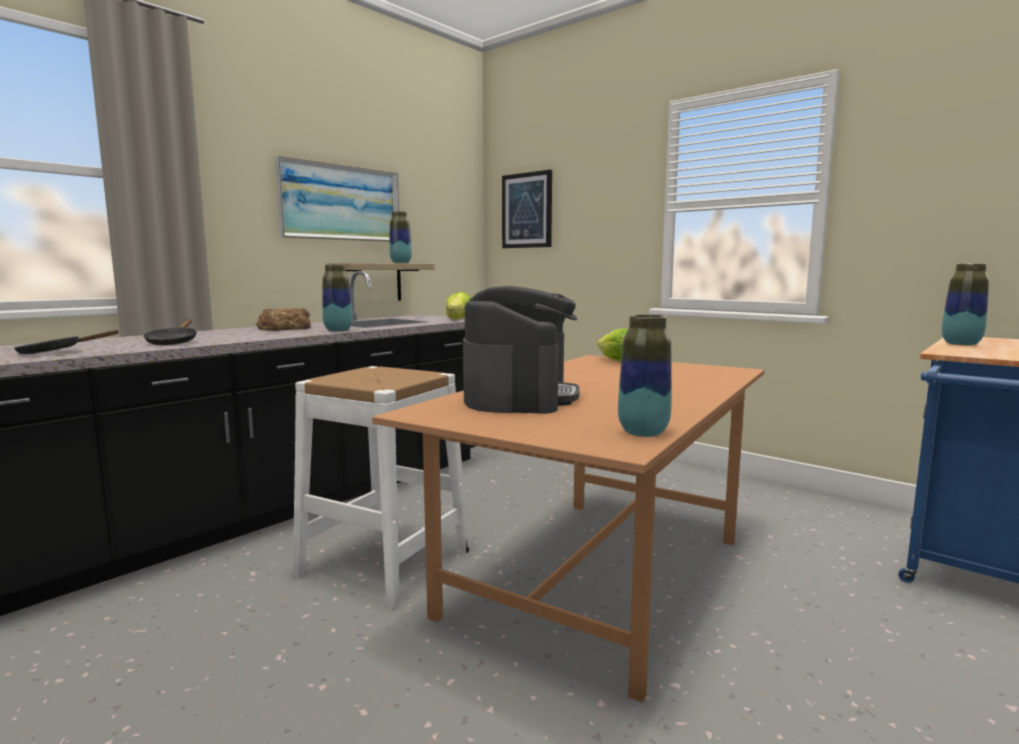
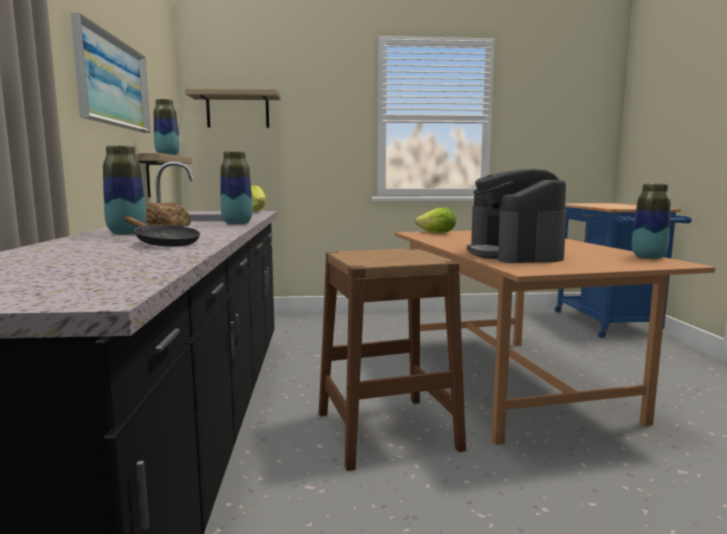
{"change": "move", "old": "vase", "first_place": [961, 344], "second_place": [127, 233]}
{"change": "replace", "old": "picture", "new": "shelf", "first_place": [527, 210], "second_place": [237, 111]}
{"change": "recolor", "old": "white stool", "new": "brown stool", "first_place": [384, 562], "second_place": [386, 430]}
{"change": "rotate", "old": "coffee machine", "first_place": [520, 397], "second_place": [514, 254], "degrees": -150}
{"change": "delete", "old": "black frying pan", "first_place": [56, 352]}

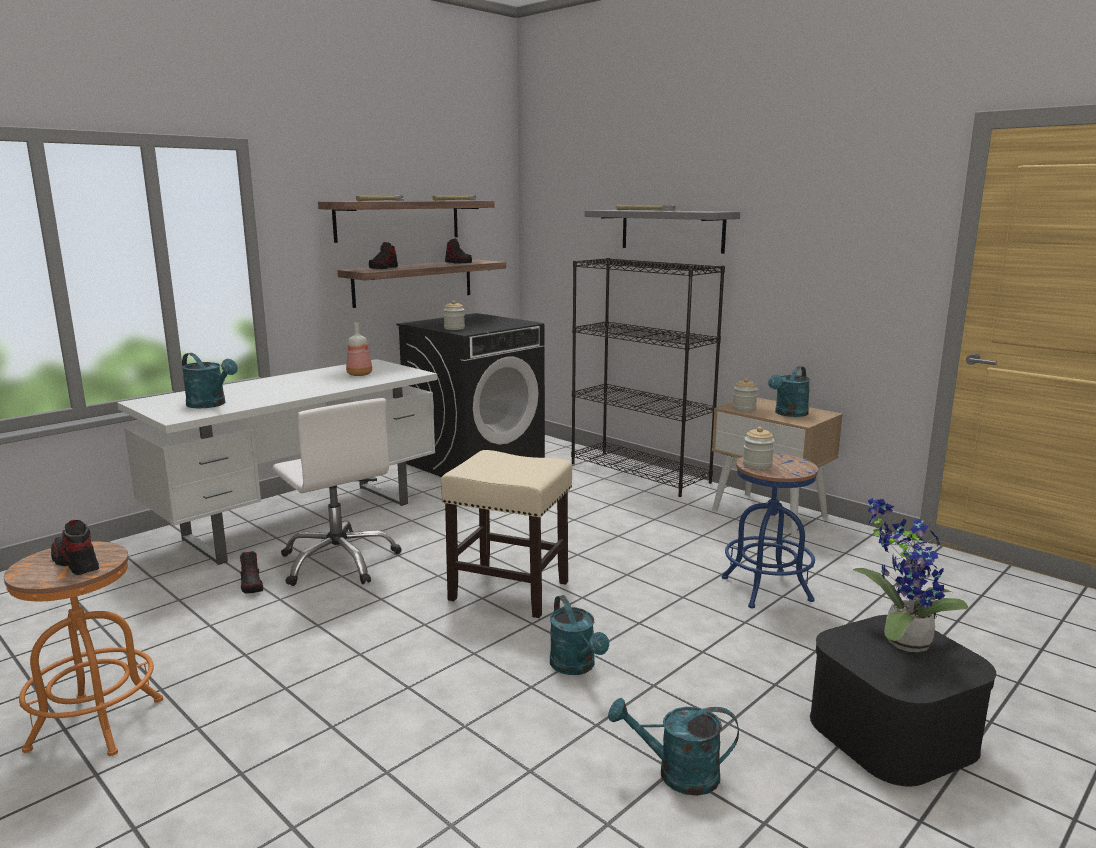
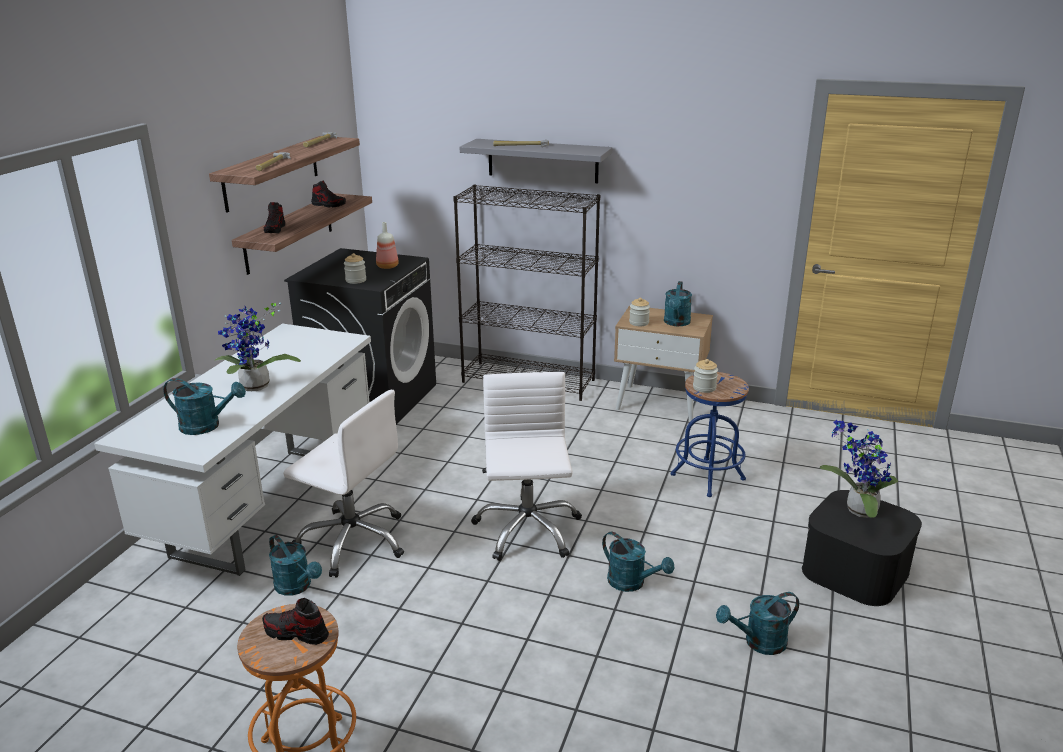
{"change": "insert", "new": "potted plant", "second_place": [255, 388]}
{"change": "replace", "old": "shoe", "new": "turquoise watering can", "first_place": [252, 585], "second_place": [297, 587]}
{"change": "move", "old": "bottle", "first_place": [359, 374], "second_place": [386, 266]}
{"change": "replace", "old": "beige stool", "new": "white office chair", "first_place": [510, 591], "second_place": [527, 530]}

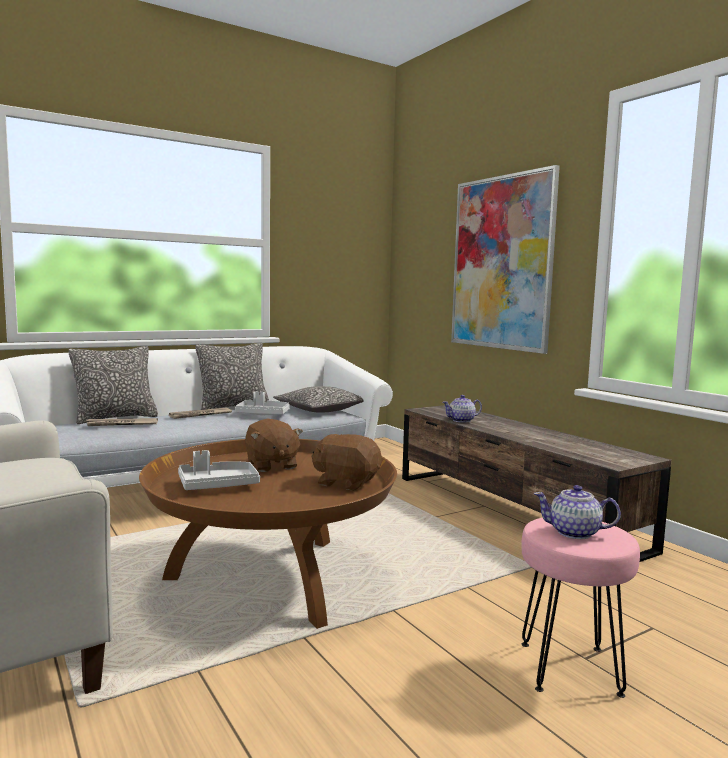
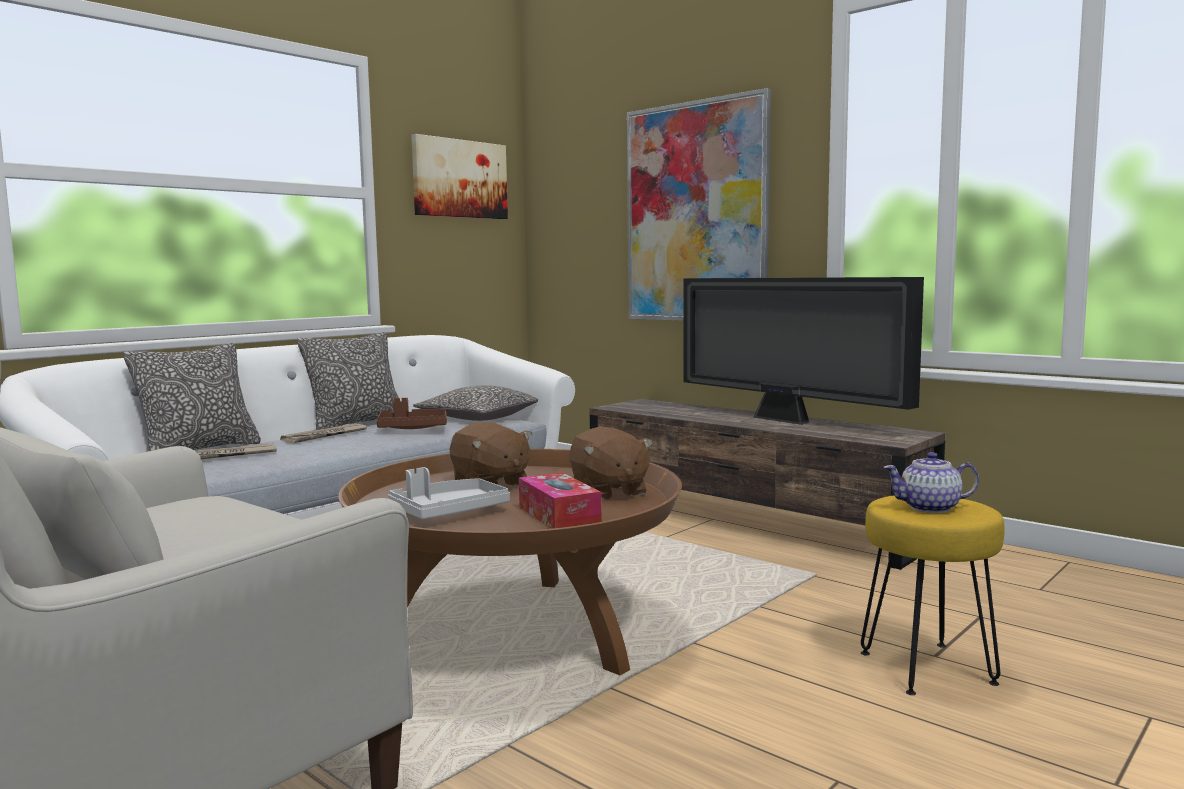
{"change": "recolor", "old": "grey tray", "new": "brown tray", "first_place": [263, 414], "second_place": [412, 428]}
{"change": "insert", "new": "picture", "second_place": [459, 179]}
{"change": "insert", "new": "tissue box", "second_place": [559, 515]}
{"change": "rotate", "old": "brown plush toy", "first_place": [346, 482], "second_place": [608, 492], "degrees": -120}
{"change": "insert", "new": "television", "second_place": [785, 420]}
{"change": "recolor", "old": "pink stool", "new": "yellow stool", "first_place": [571, 669], "second_place": [928, 668]}
{"change": "delete", "old": "teapot", "first_place": [462, 420]}

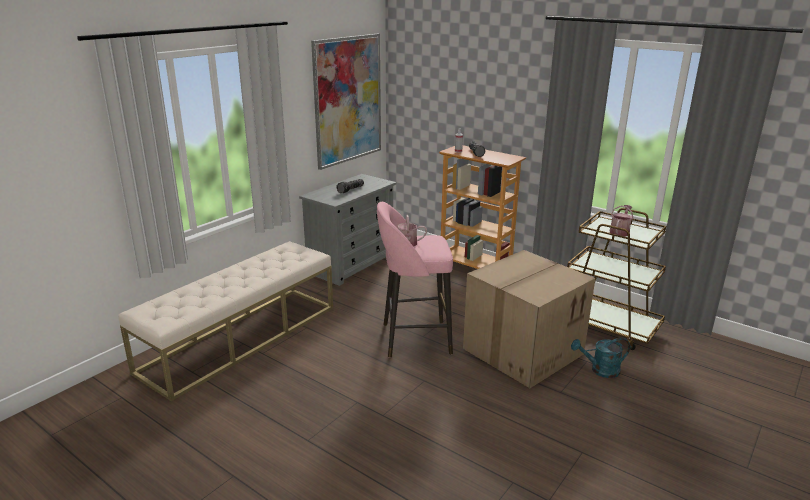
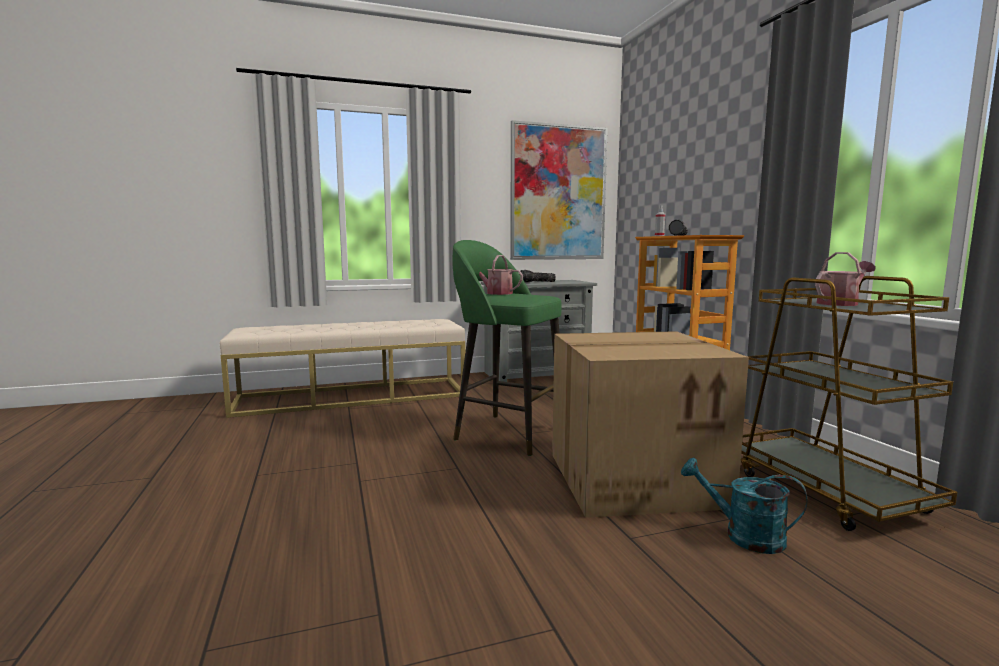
{"change": "recolor", "old": "pink stool", "new": "green stool", "first_place": [413, 338], "second_place": [507, 433]}

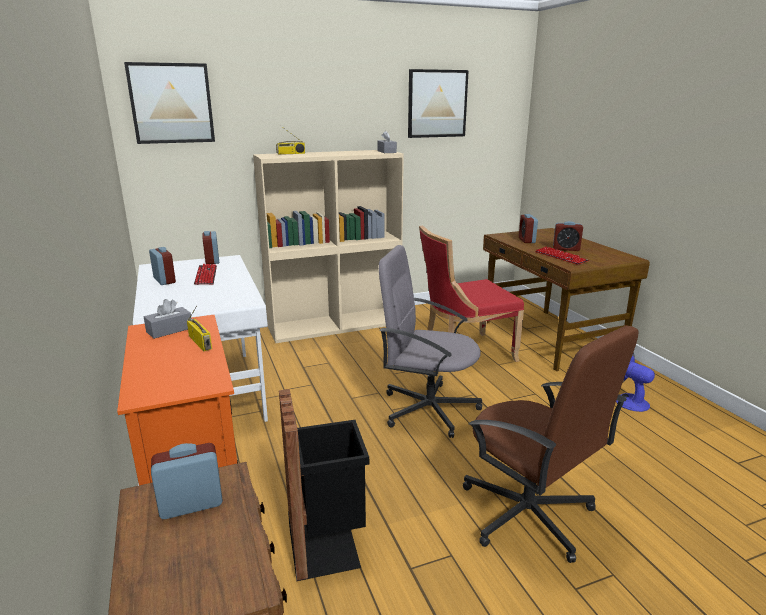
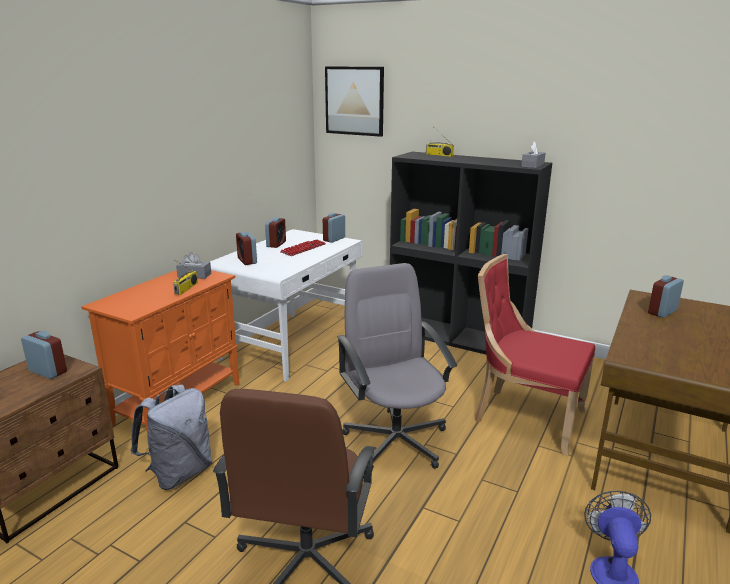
{"change": "replace", "old": "black trash can", "new": "grey backpack", "first_place": [327, 545], "second_place": [179, 473]}
{"change": "move", "old": "alarm clock", "first_place": [566, 249], "second_place": [247, 261]}
{"change": "recolor", "old": "beige bookcase", "new": "black bookcase", "first_place": [335, 325], "second_place": [459, 337]}
{"change": "delete", "old": "picture", "first_place": [437, 104]}
{"change": "delete", "old": "keyboard", "first_place": [560, 257]}

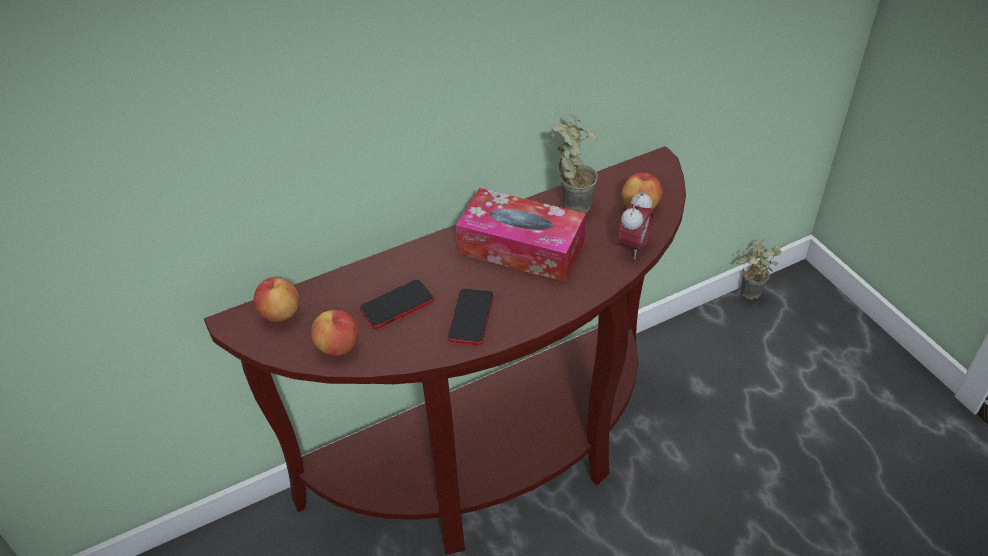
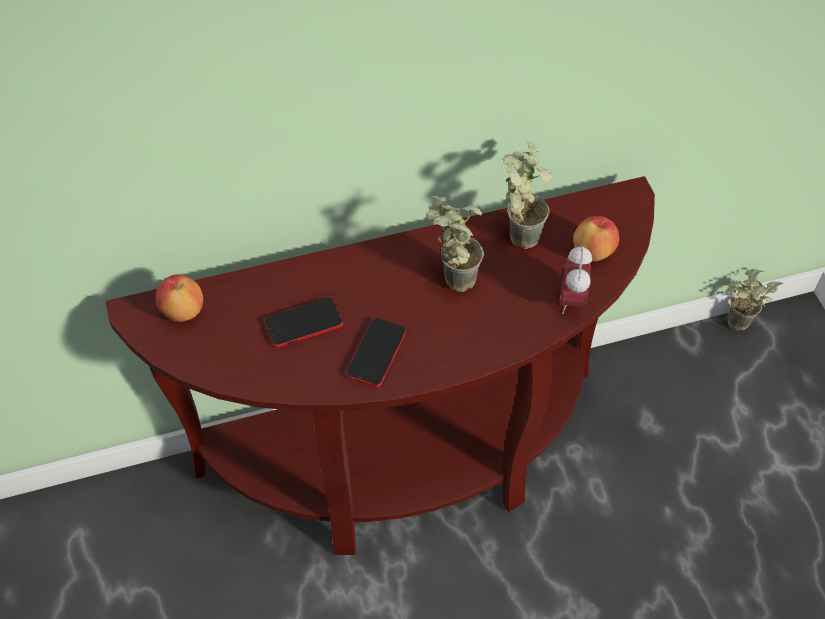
{"change": "replace", "old": "tissue box", "new": "potted plant", "first_place": [521, 248], "second_place": [450, 278]}
{"change": "rotate", "old": "alarm clock", "first_place": [633, 246], "second_place": [571, 300], "degrees": 150}
{"change": "delete", "old": "apple", "first_place": [338, 347]}

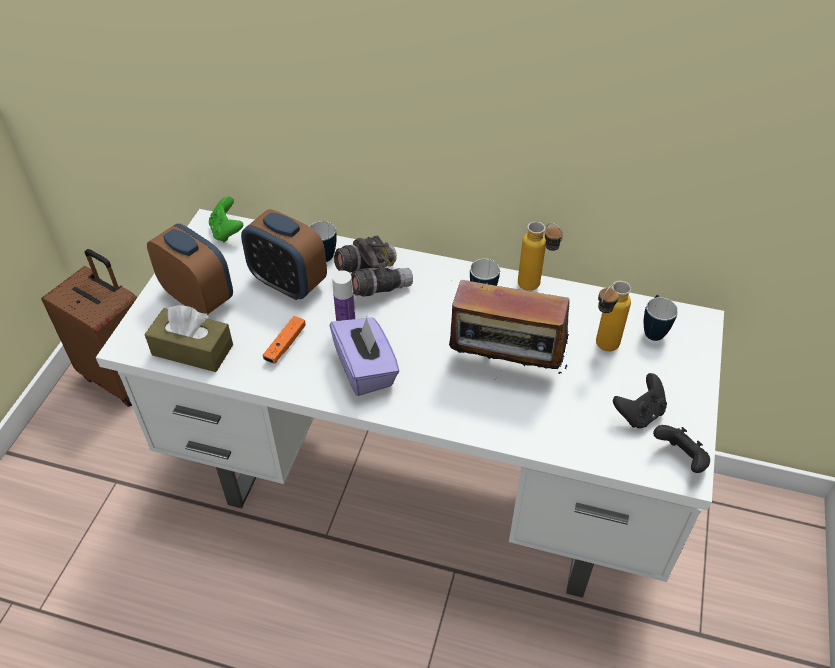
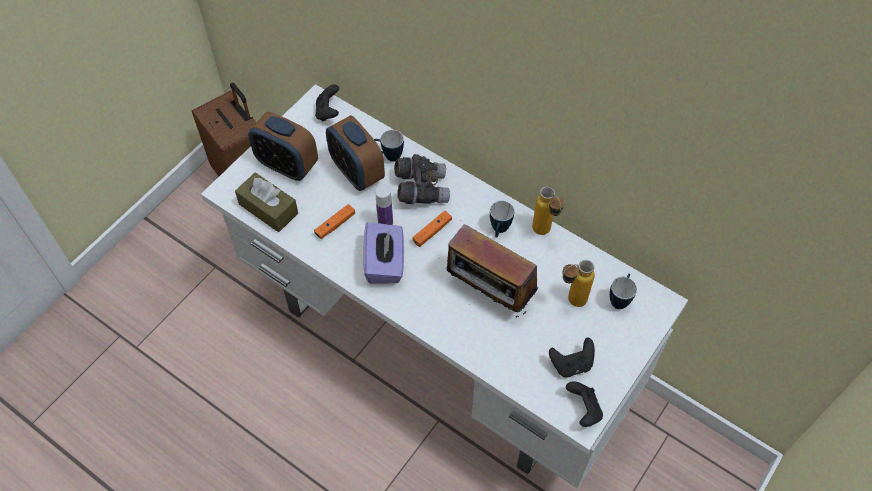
{"change": "rotate", "old": "alarm clock", "first_place": [198, 298], "second_place": [287, 166], "degrees": 150}
{"change": "recolor", "old": "green game controller", "new": "black game controller", "first_place": [227, 232], "second_place": [328, 112]}
{"change": "insert", "new": "orange game controller", "second_place": [432, 232]}

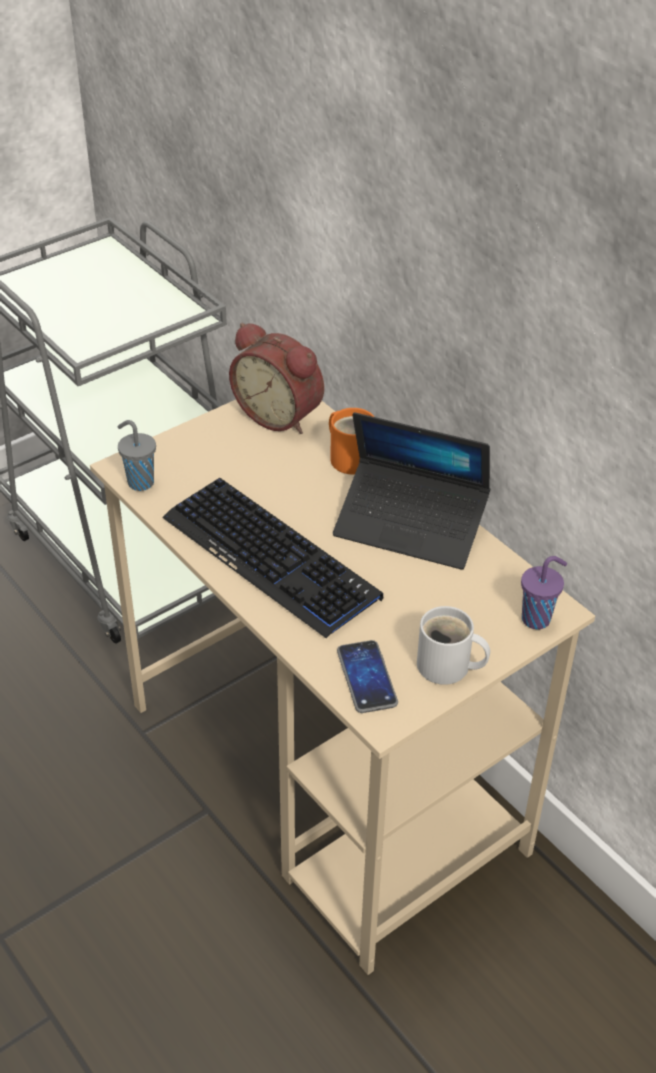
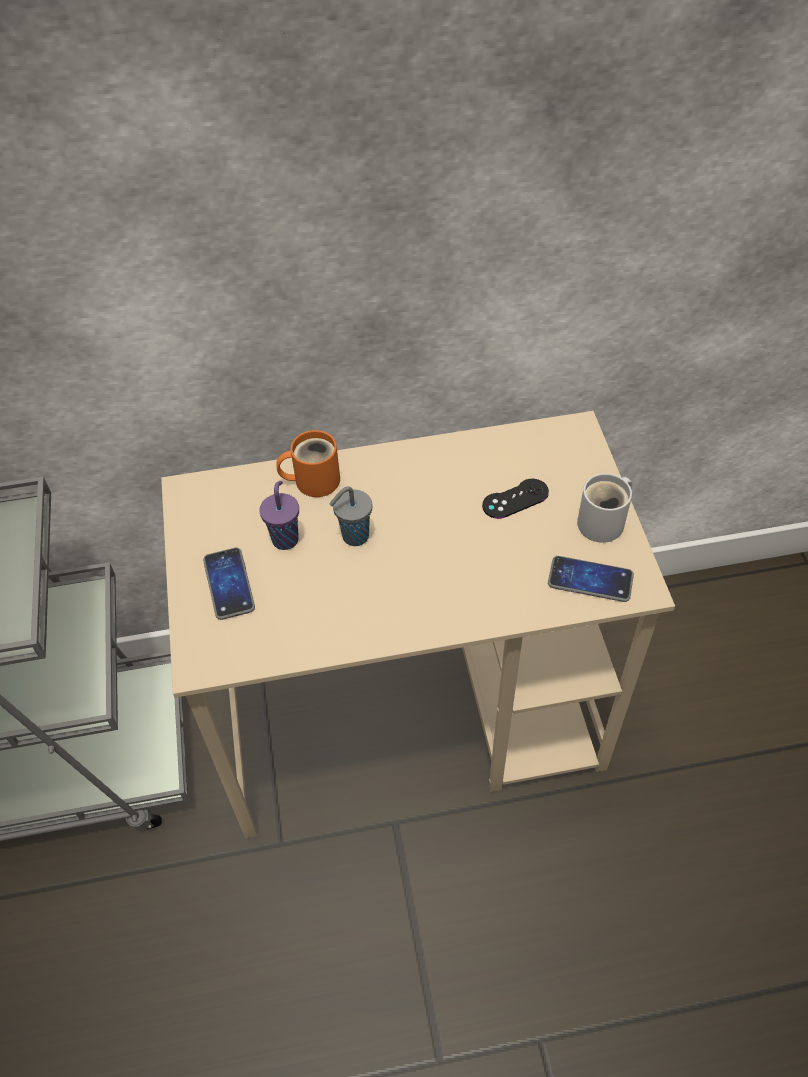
{"change": "insert", "new": "phone", "second_place": [229, 584]}
{"change": "move", "old": "purple cup", "first_place": [537, 619], "second_place": [285, 538]}
{"change": "move", "old": "grey cup", "first_place": [139, 482], "second_place": [353, 537]}
{"change": "insert", "new": "black game controller", "second_place": [515, 499]}
{"change": "delete", "old": "keyboard", "first_place": [271, 558]}
{"change": "delete", "old": "alarm clock", "first_place": [280, 415]}
{"change": "delete", "old": "laptop", "first_place": [411, 525]}

